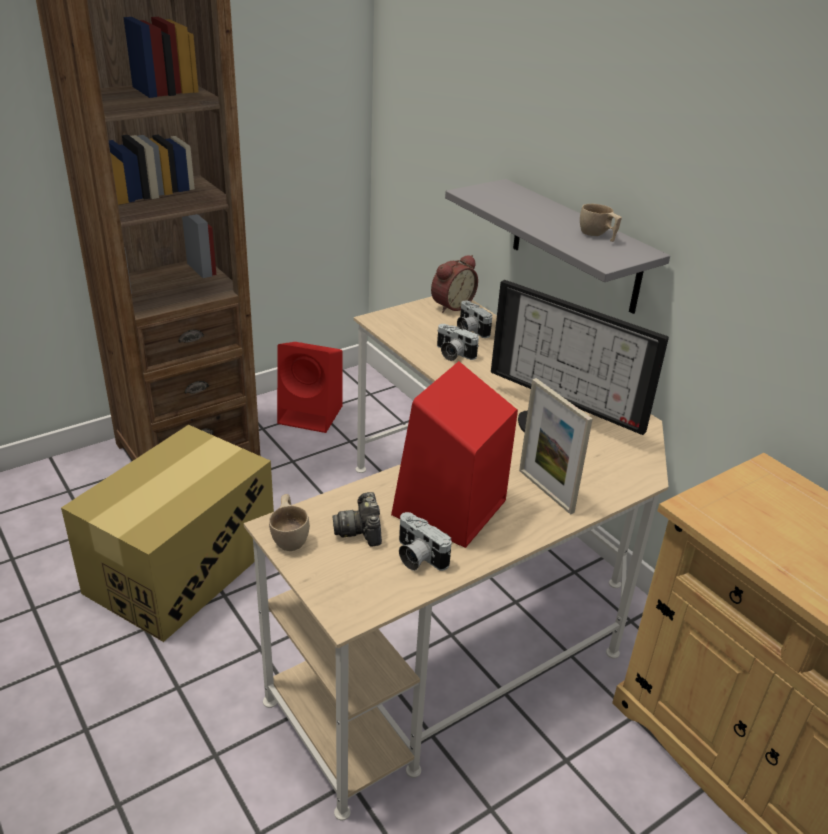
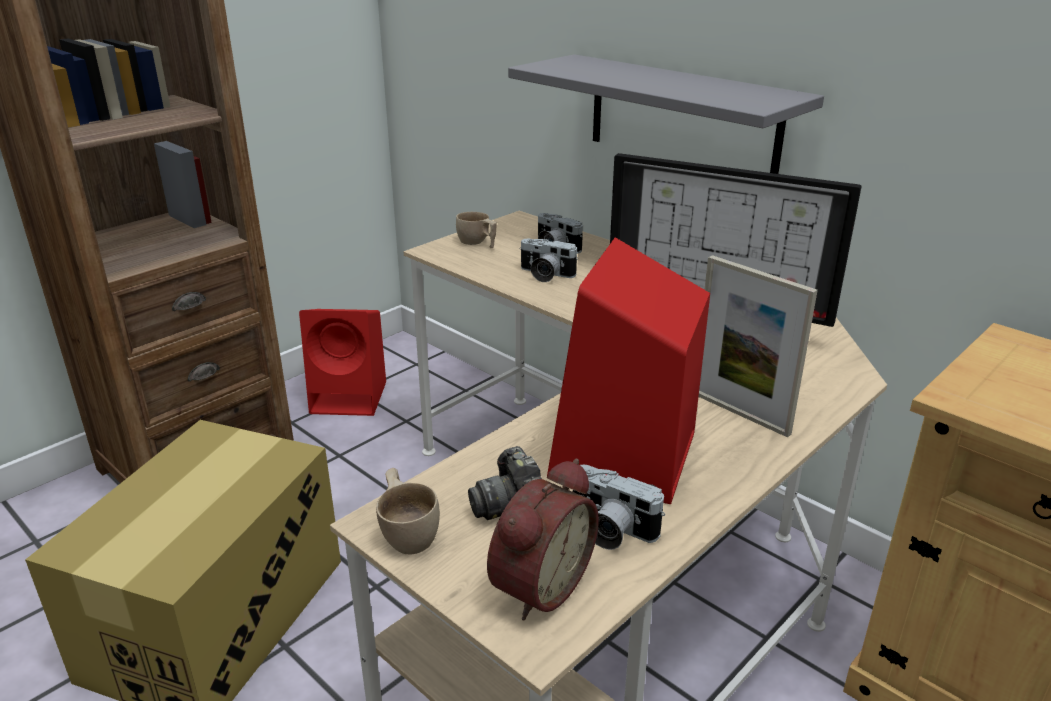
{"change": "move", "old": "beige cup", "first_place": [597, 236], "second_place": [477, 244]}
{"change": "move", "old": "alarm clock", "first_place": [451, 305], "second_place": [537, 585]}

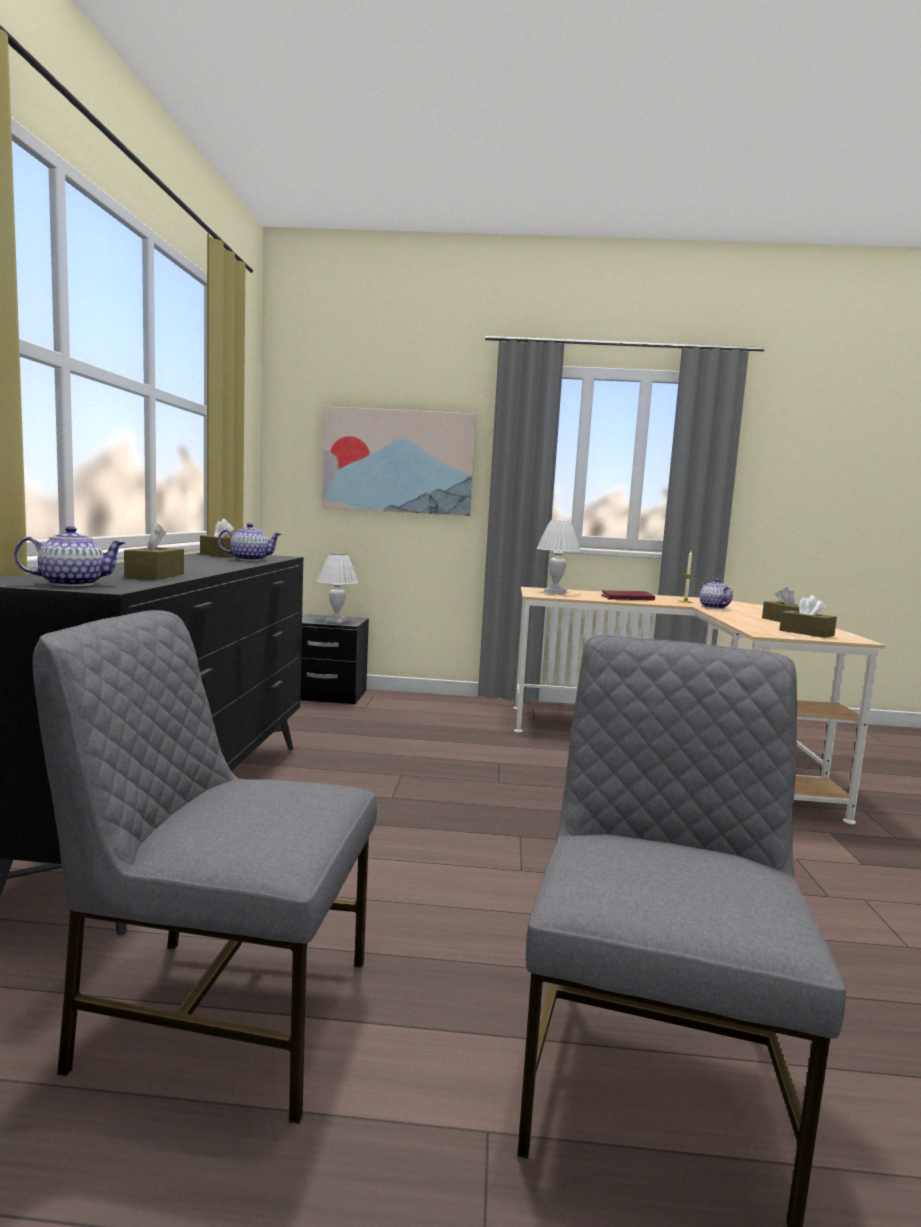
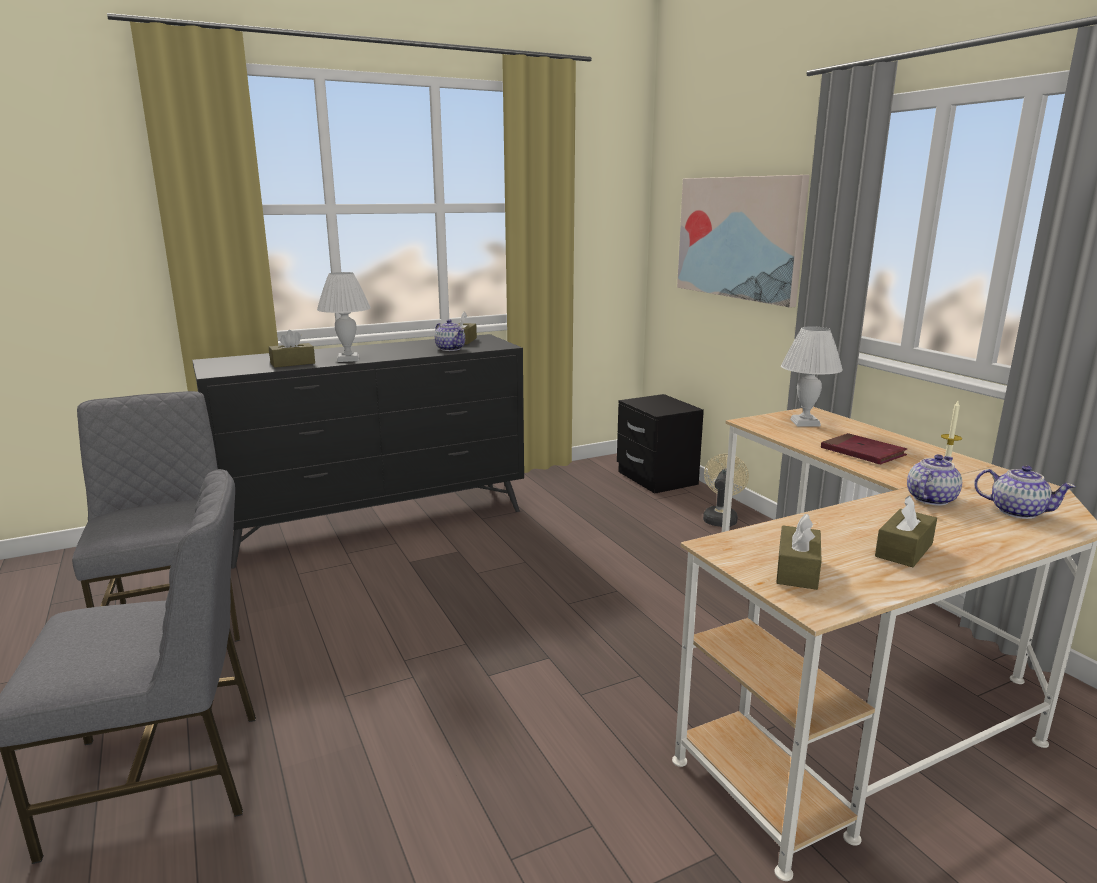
{"change": "move", "old": "white table lamp", "first_place": [337, 621], "second_place": [348, 359]}
{"change": "insert", "new": "beige fan", "second_place": [720, 518]}
{"change": "move", "old": "teapot", "first_place": [71, 584], "second_place": [1016, 511]}

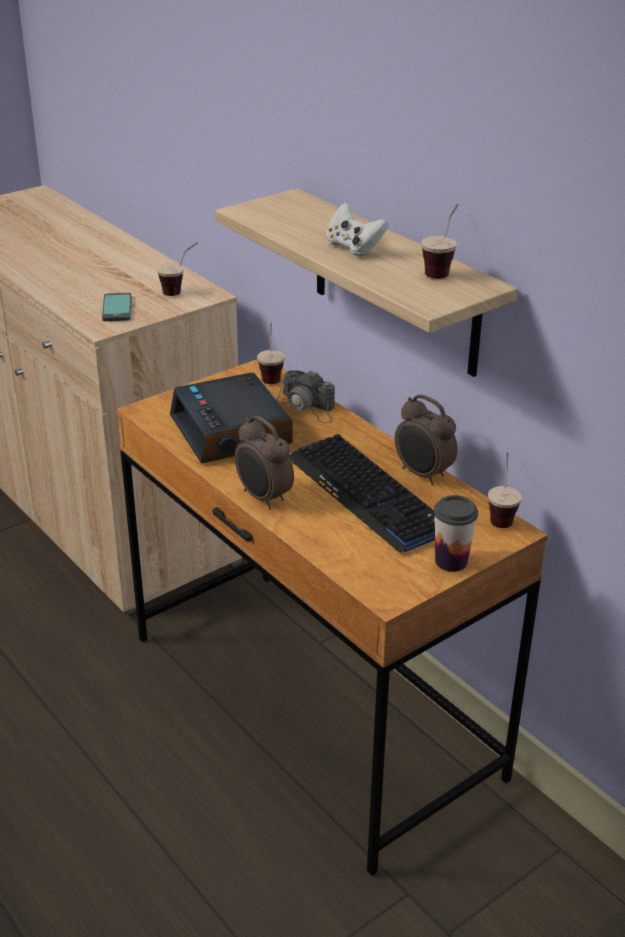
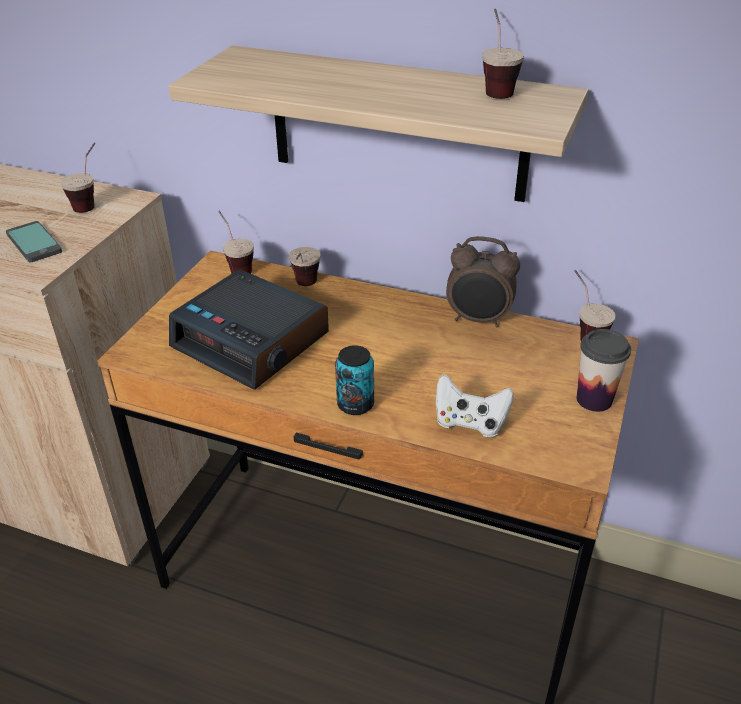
{"change": "replace", "old": "photo camera", "new": "cup", "first_place": [307, 407], "second_place": [304, 288]}
{"change": "replace", "old": "alarm clock", "new": "can", "first_place": [263, 498], "second_place": [355, 404]}
{"change": "move", "old": "white game controller", "first_place": [353, 248], "second_place": [470, 423]}
{"change": "delete", "old": "keyboard", "first_place": [368, 494]}

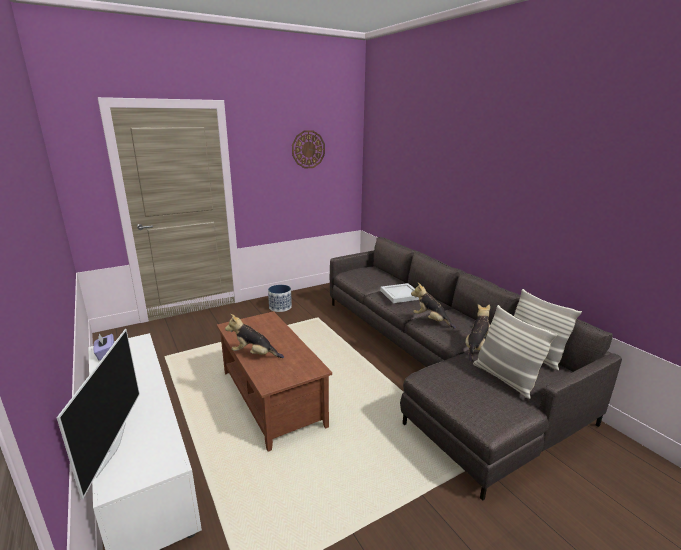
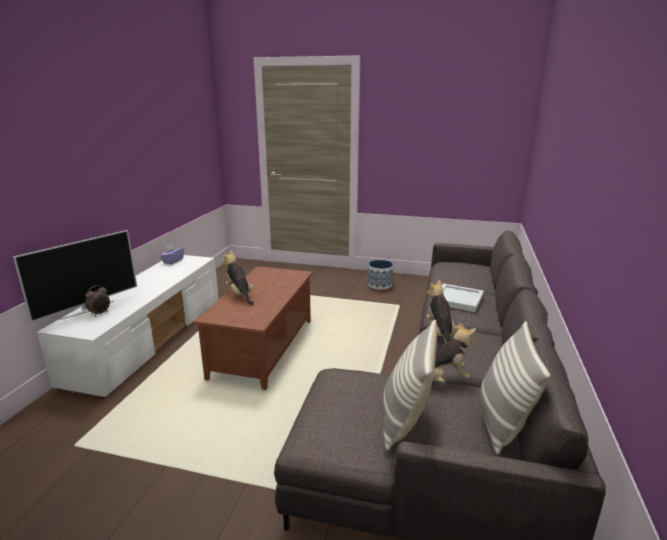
{"change": "insert", "new": "alarm clock", "second_place": [100, 313]}
{"change": "delete", "old": "wall clock", "first_place": [308, 149]}

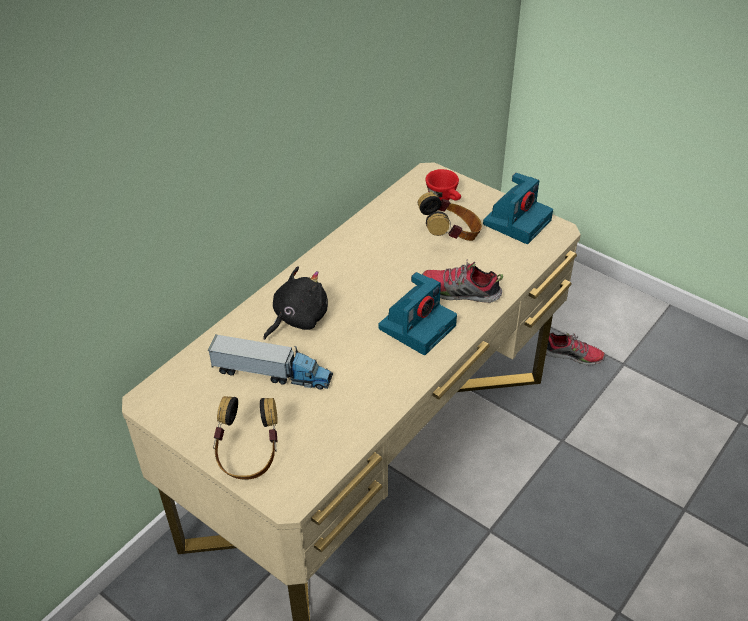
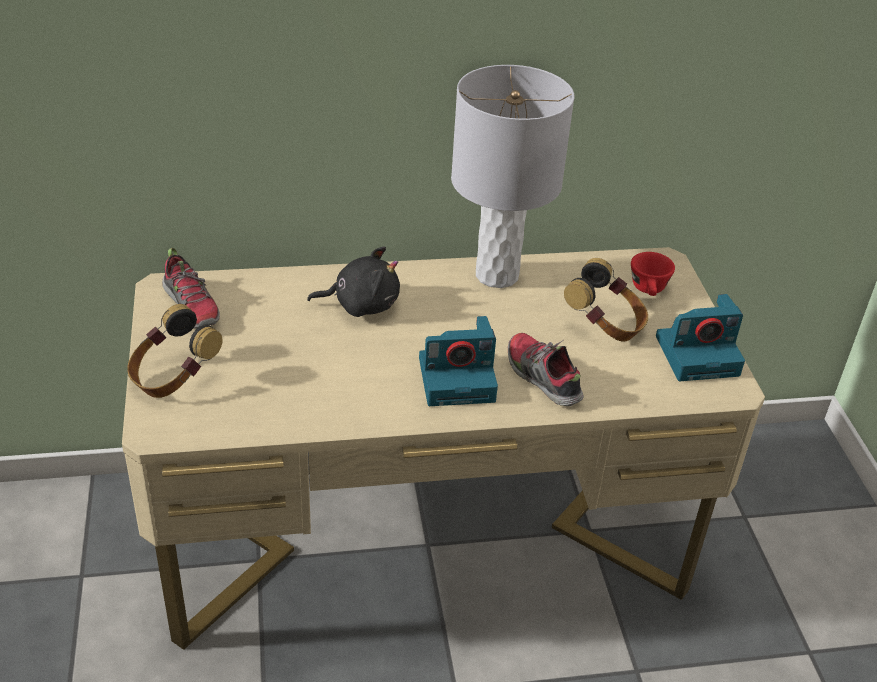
{"change": "move", "old": "shoe", "first_place": [572, 355], "second_place": [192, 306]}
{"change": "insert", "new": "grey table lamp", "second_place": [497, 275]}
{"change": "delete", "old": "toy truck", "first_place": [272, 373]}

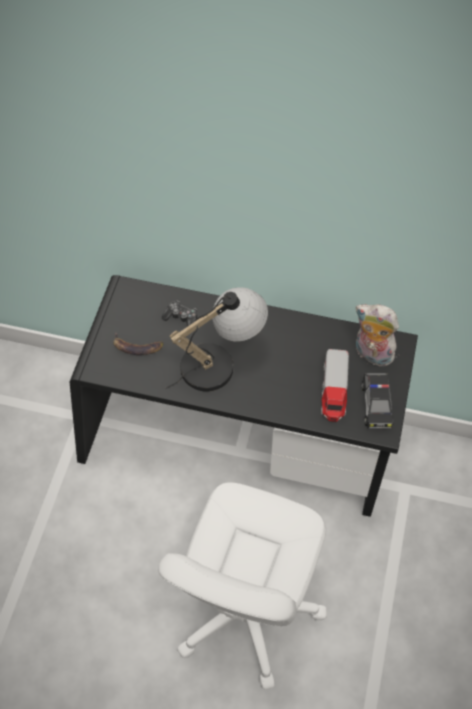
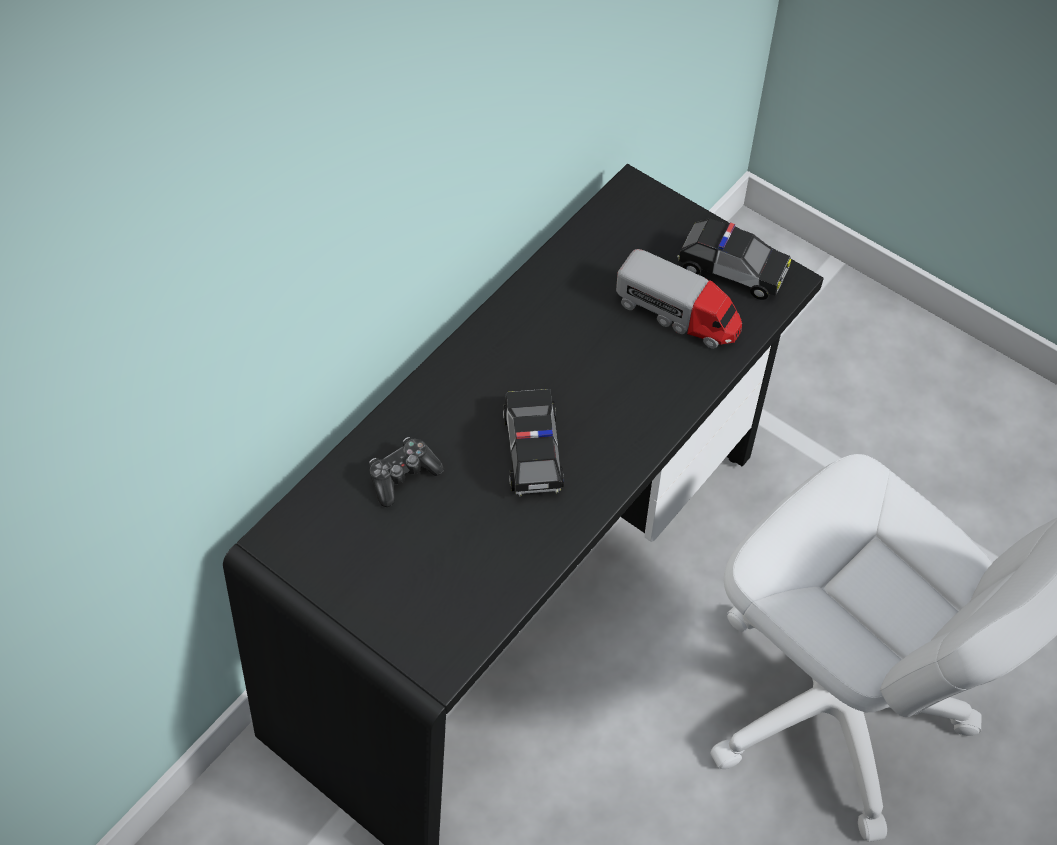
{"change": "replace", "old": "table lamp", "new": "toy car", "first_place": [220, 362], "second_place": [533, 451]}
{"change": "delete", "old": "banana", "first_place": [136, 347]}
{"change": "delete", "old": "plush toy", "first_place": [371, 354]}

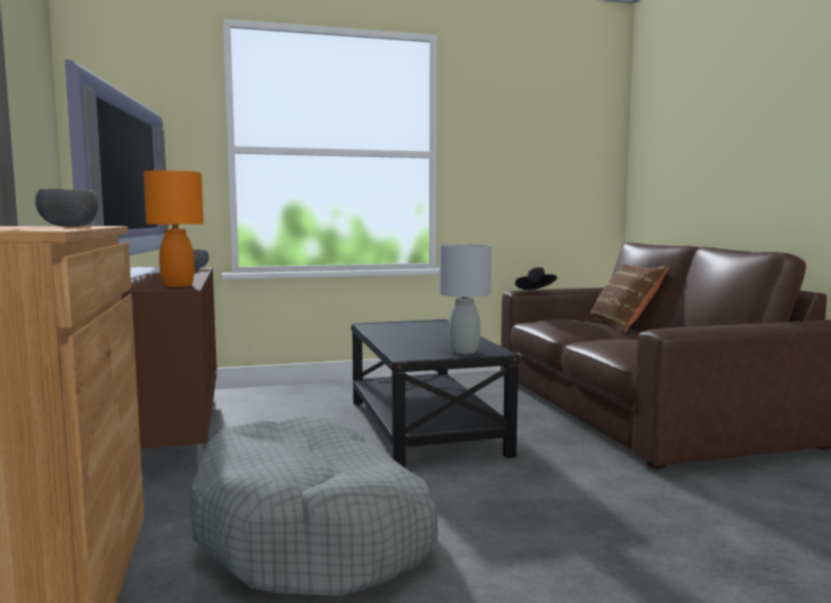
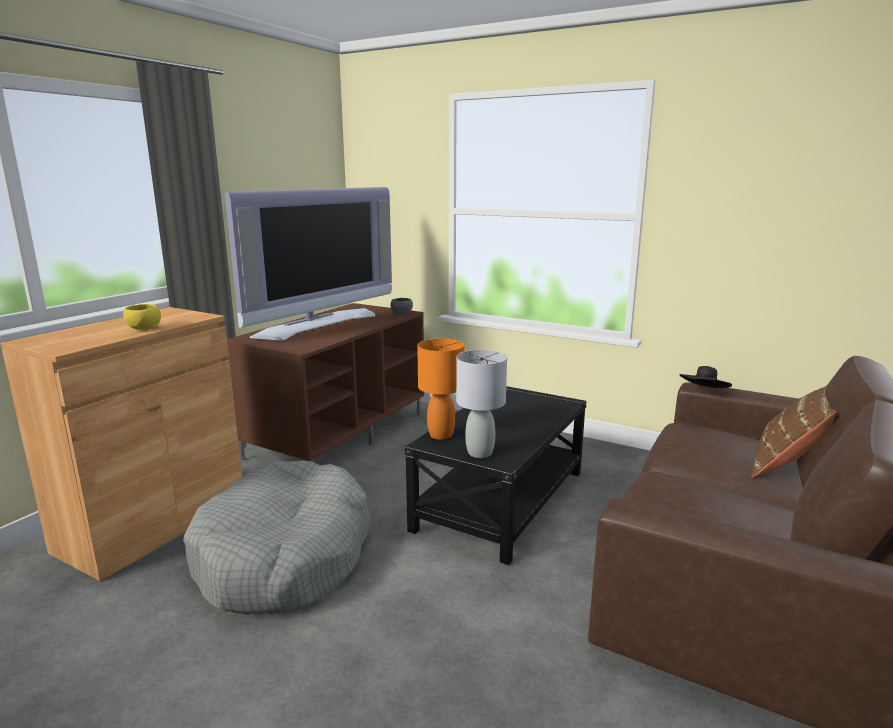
{"change": "recolor", "old": "grey bowl", "new": "yellow bowl", "first_place": [67, 227], "second_place": [143, 328]}
{"change": "move", "old": "orange table lamp", "first_place": [178, 285], "second_place": [441, 435]}

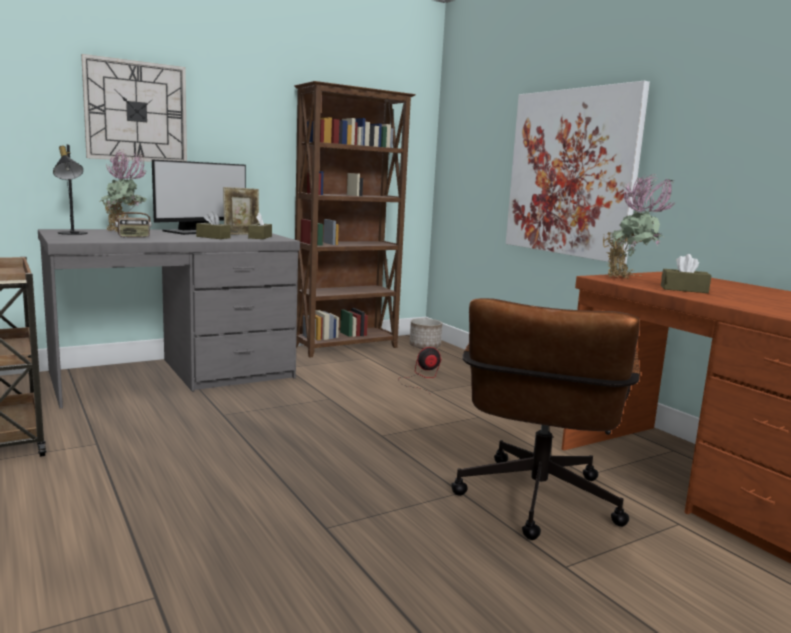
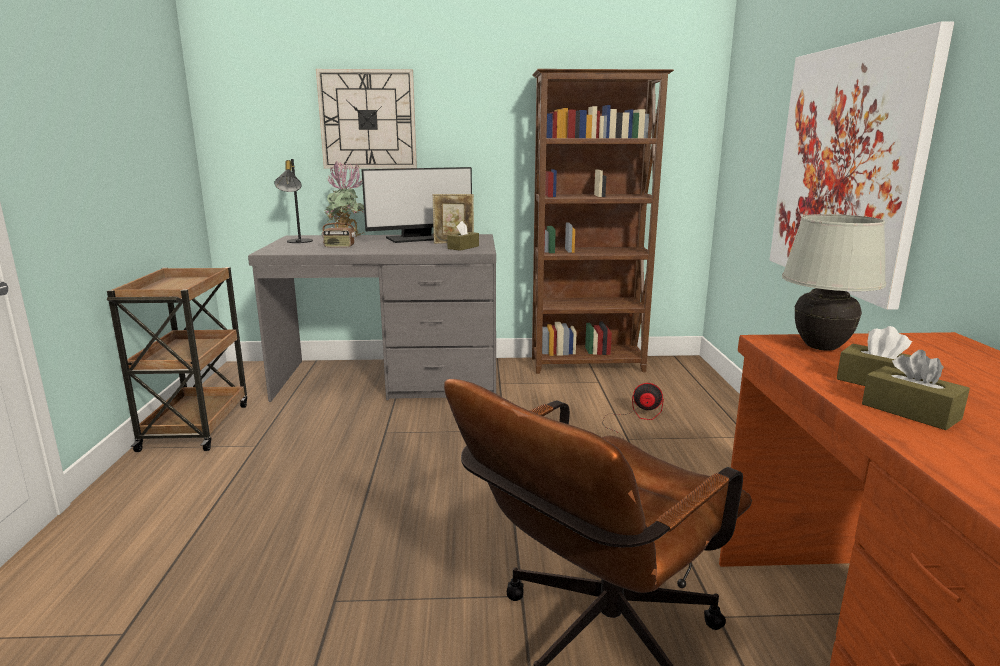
{"change": "replace", "old": "potted plant", "new": "white table lamp", "first_place": [629, 279], "second_place": [821, 348]}
{"change": "move", "old": "brown tissue box", "first_place": [213, 237], "second_place": [910, 411]}
{"change": "delete", "old": "planter", "first_place": [425, 346]}

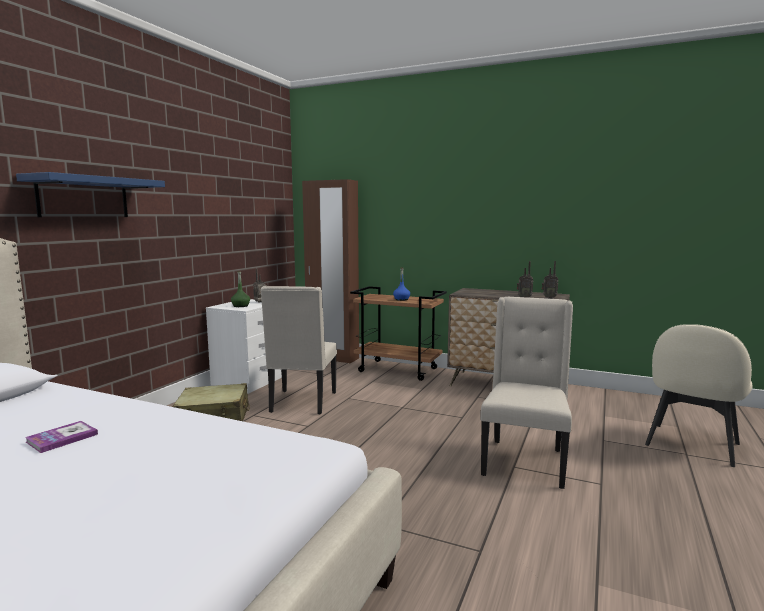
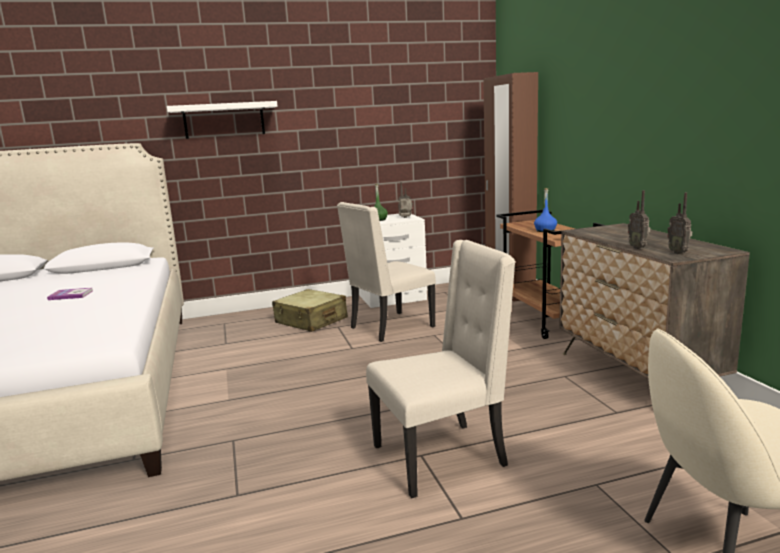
{"change": "recolor", "old": "blue shelf", "new": "white shelf", "first_place": [83, 197], "second_place": [224, 120]}

